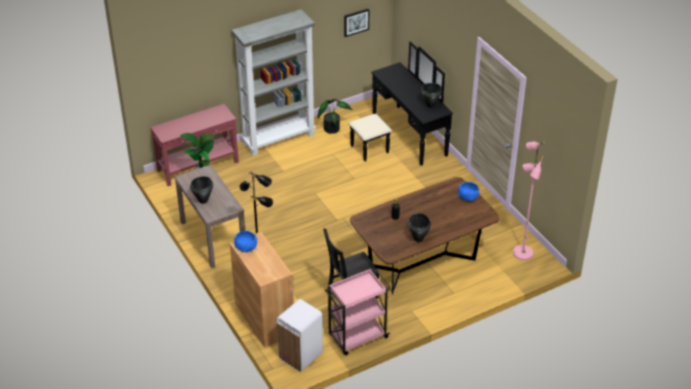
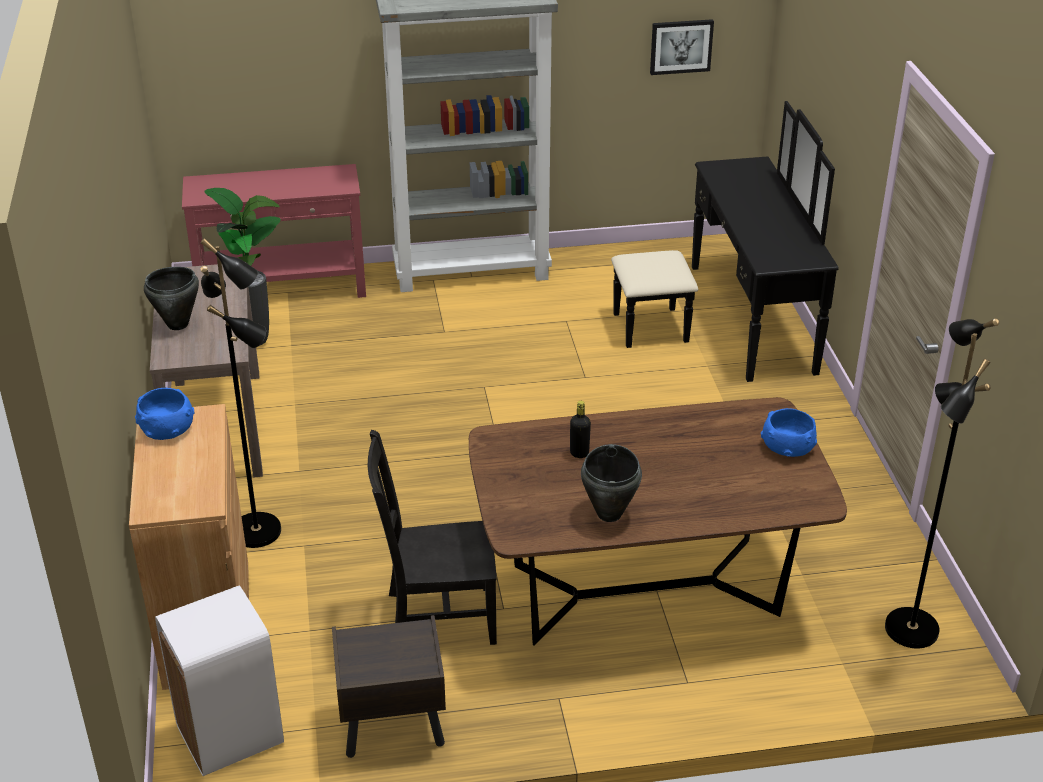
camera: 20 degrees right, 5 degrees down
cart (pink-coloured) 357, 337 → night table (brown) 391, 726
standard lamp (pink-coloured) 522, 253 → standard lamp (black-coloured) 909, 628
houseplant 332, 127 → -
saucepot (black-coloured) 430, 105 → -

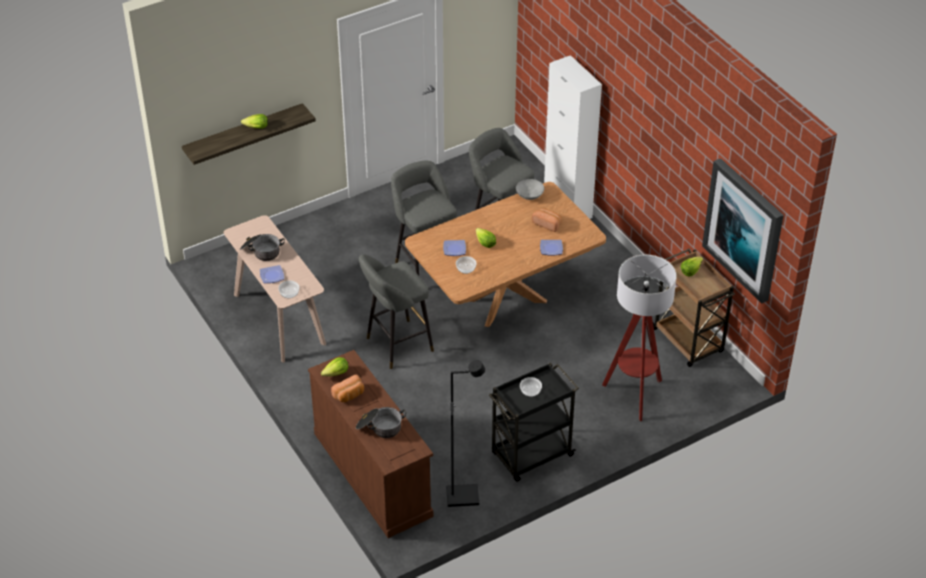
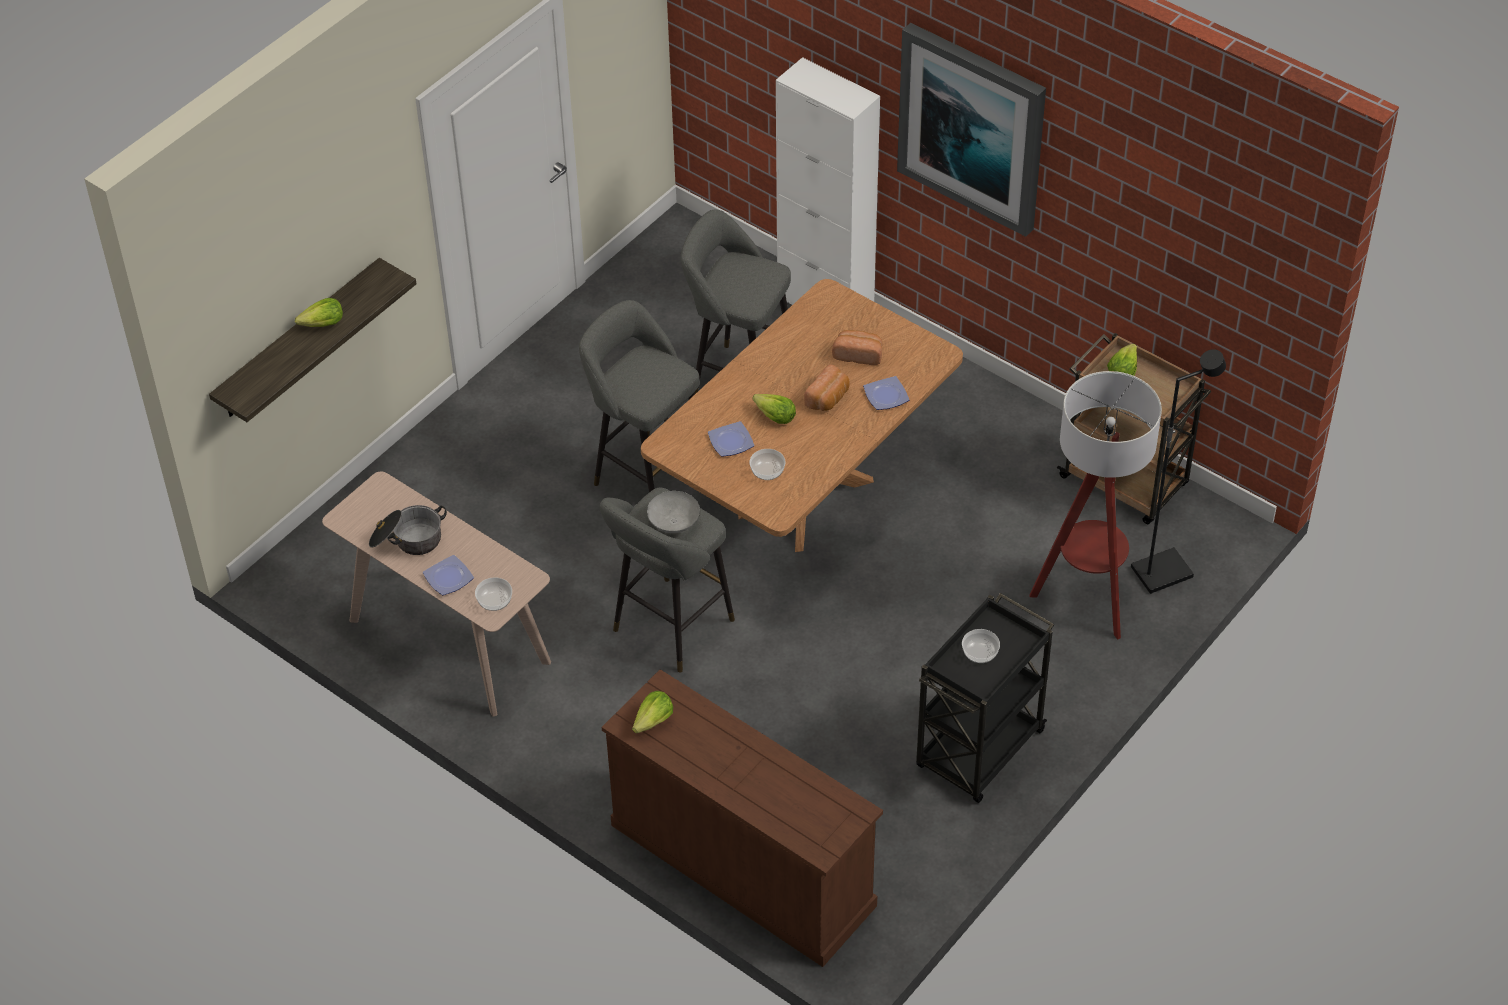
camera: 20 degrees left, 5 degrees up
bowl (gray) 529, 196 → bowl (gray) 674, 524, move
bread 349, 395 → bread 828, 398, move
picture 744, 229 → picture 972, 127, move
standard lamp (black-coloured) 463, 496 → standard lamp (black-coloured) 1161, 571, move
saucepot 380, 427 → -

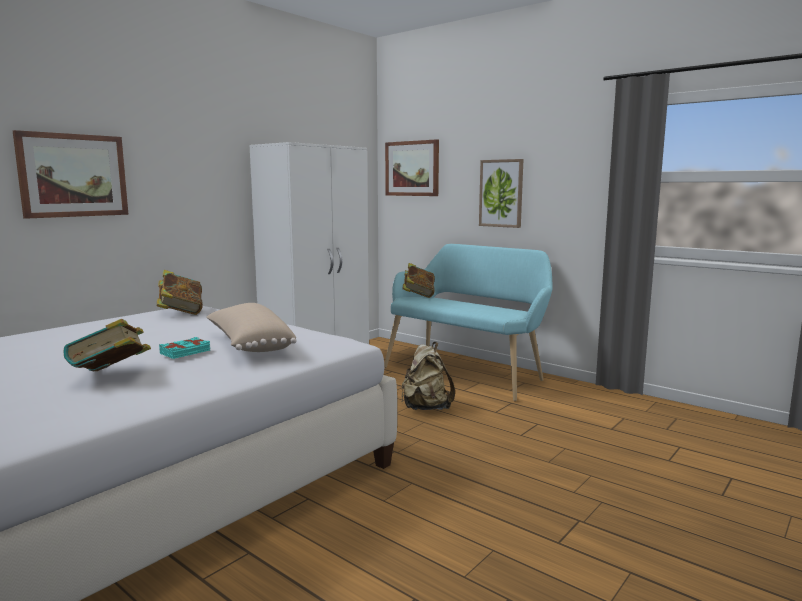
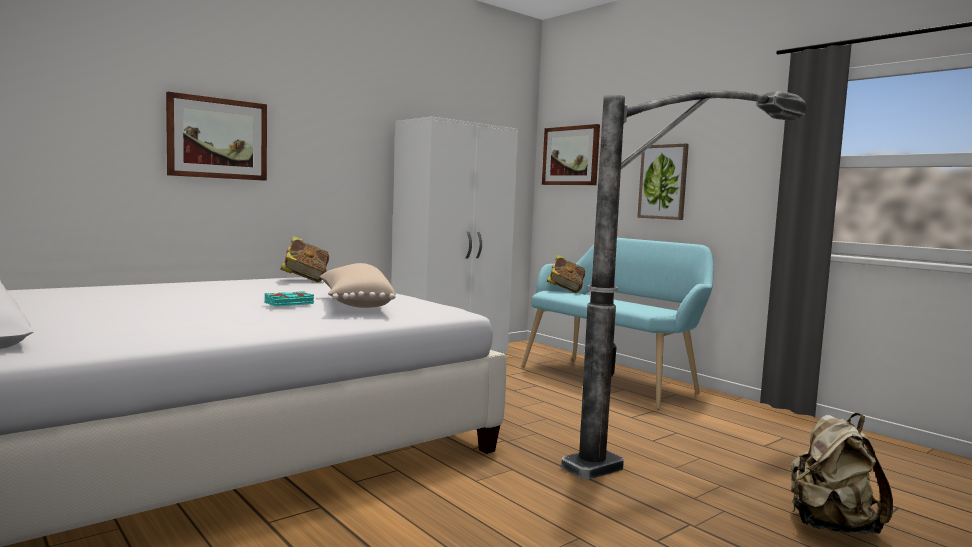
camera: 10 degrees right, 5 degrees down
- → standard lamp 683, 442
rucksack (beige) 426, 408 → rucksack (beige) 830, 526, move
book 111, 376 → -

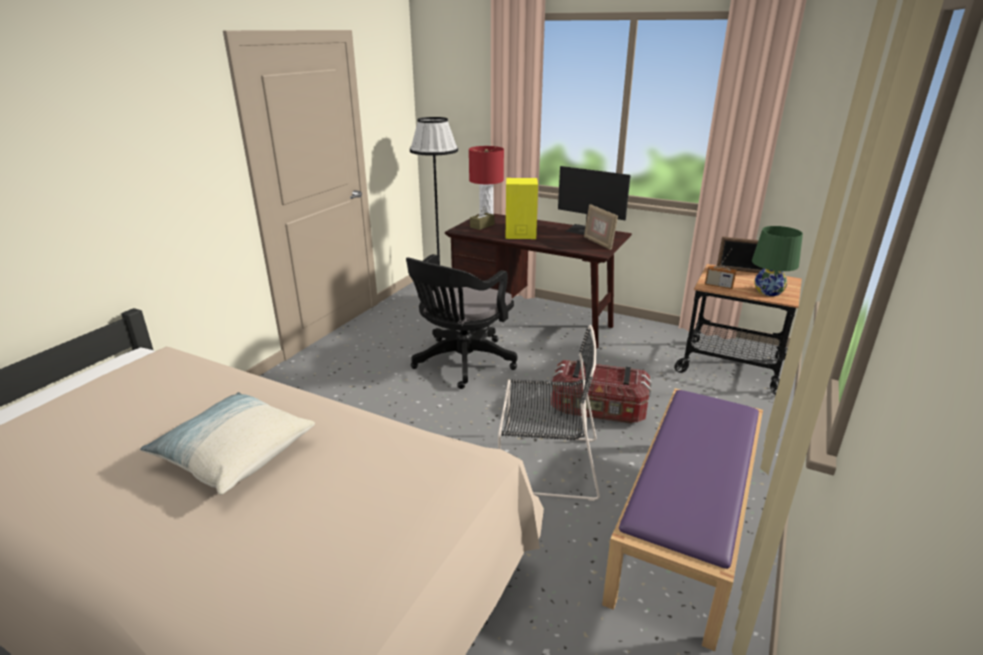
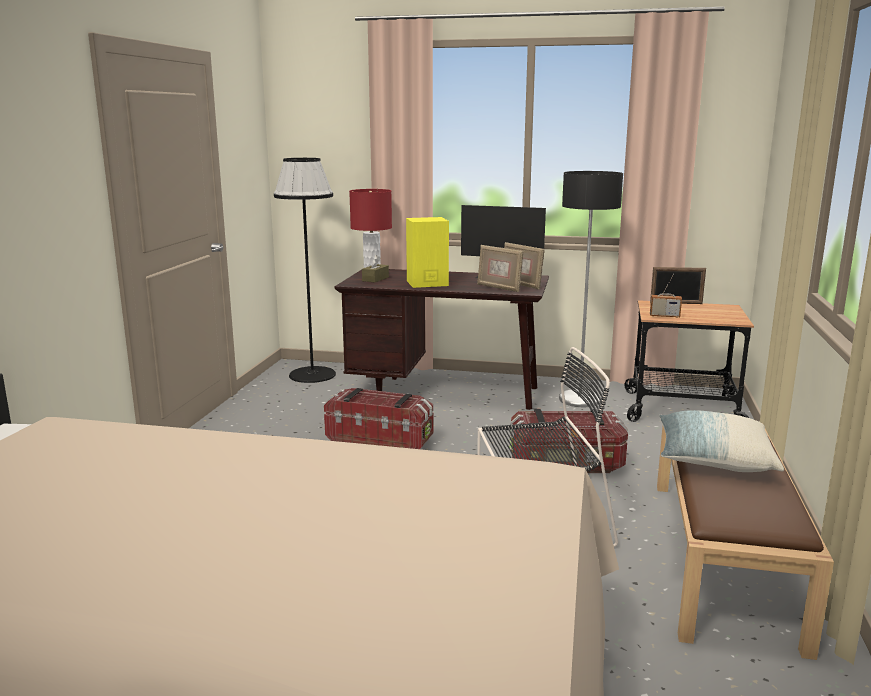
camera: 15 degrees left, 10 degrees down
office chair (black-coloured) 461, 363 → storage bin 380, 440
- → standing frame 499, 288
- → standard lamp 580, 399
indoor bench (purple) 686, 528 → indoor bench (brown) 723, 558
pillow 234, 455 → pillow 713, 460, move
lamp for a table (green) 768, 291 → -

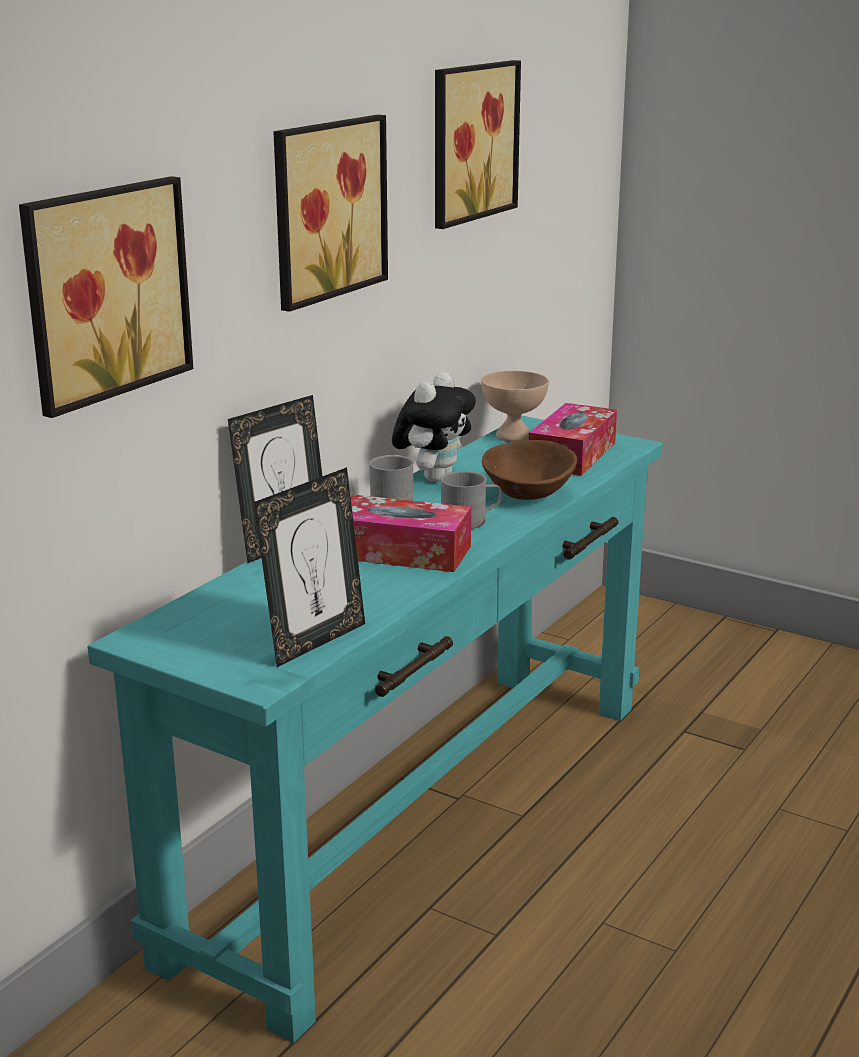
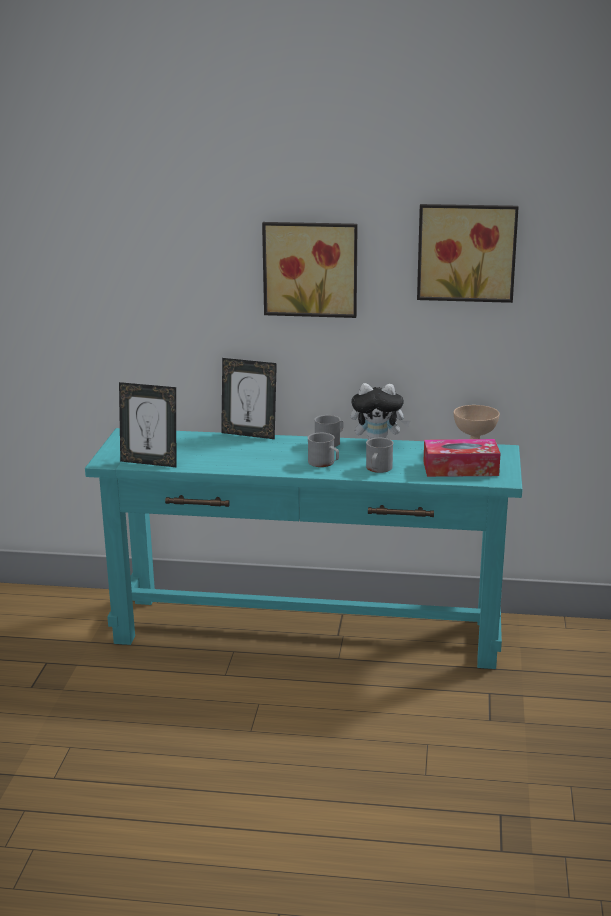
camera: 65 degrees right, 0 degrees up
bowl (brown) 528, 495 → mug (gray) 378, 469
picture 102, 291 → -
tissue box 402, 552 → -

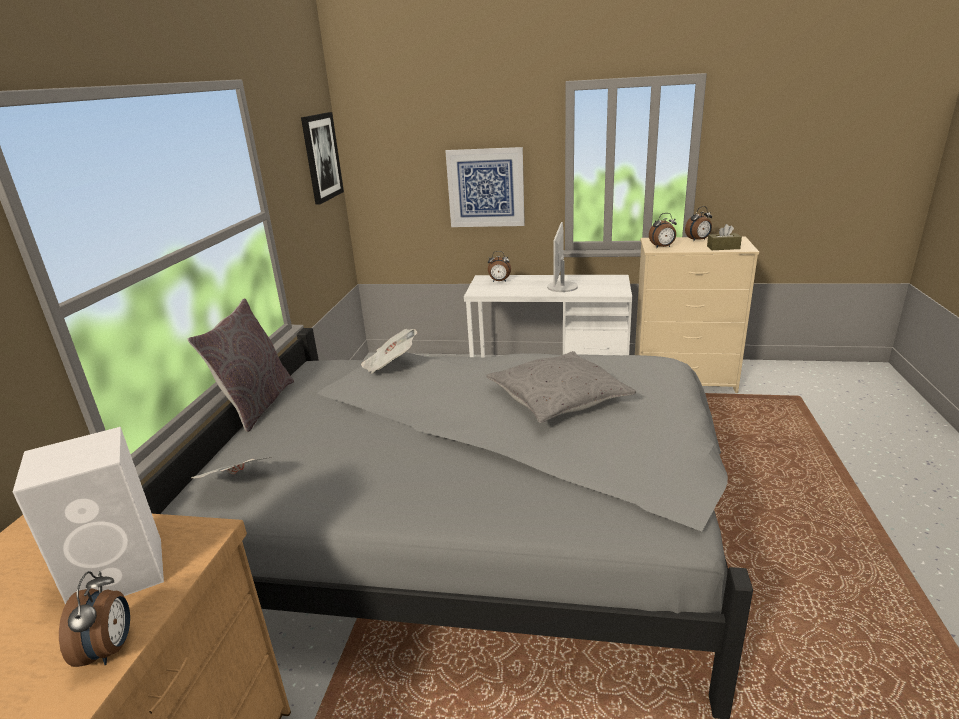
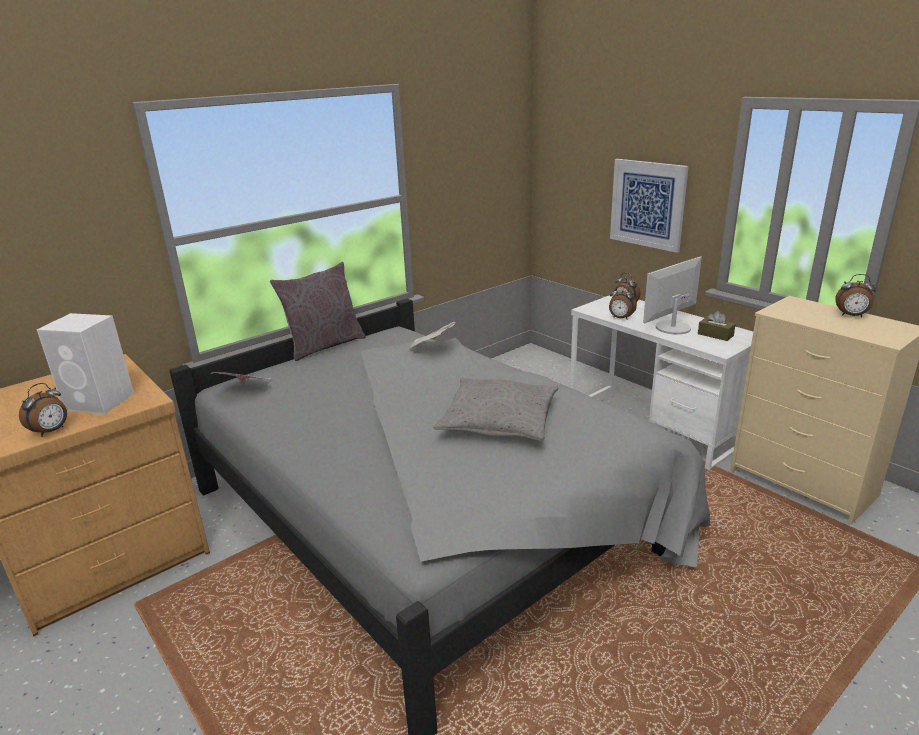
camera: 40 degrees right, 0 degrees up
alarm clock 662, 247 → alarm clock 620, 318, move
tissue box (brown) 723, 247 → tissue box (brown) 715, 335, move
picture 321, 157 → -

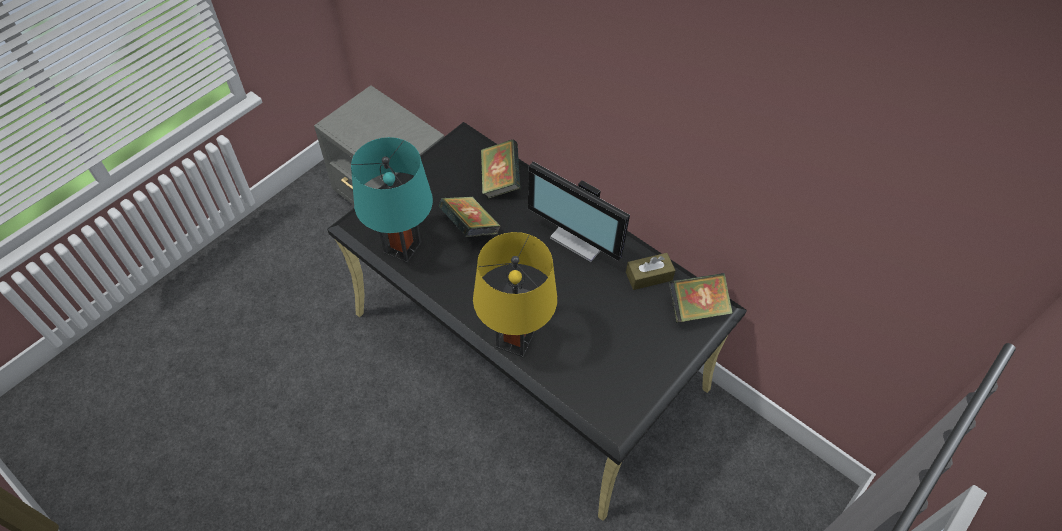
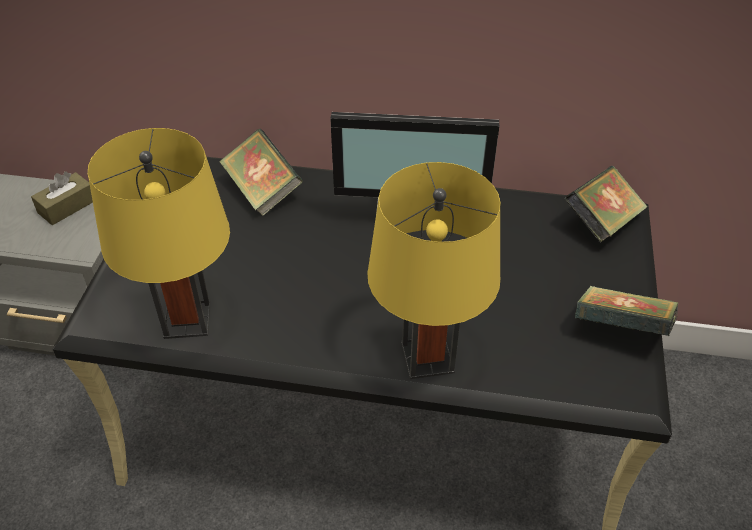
camera: 30 degrees left, 10 degrees down
tissue box (brown) 649, 276 → tissue box (brown) 67, 206, move
lamp for a table (blue-green) 402, 247 → lamp for a table (yellow-coloured) 187, 320
book 470, 227 → book 620, 329, move

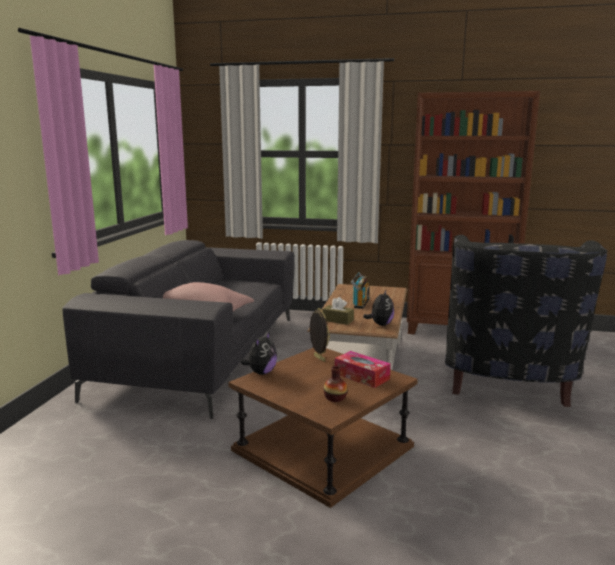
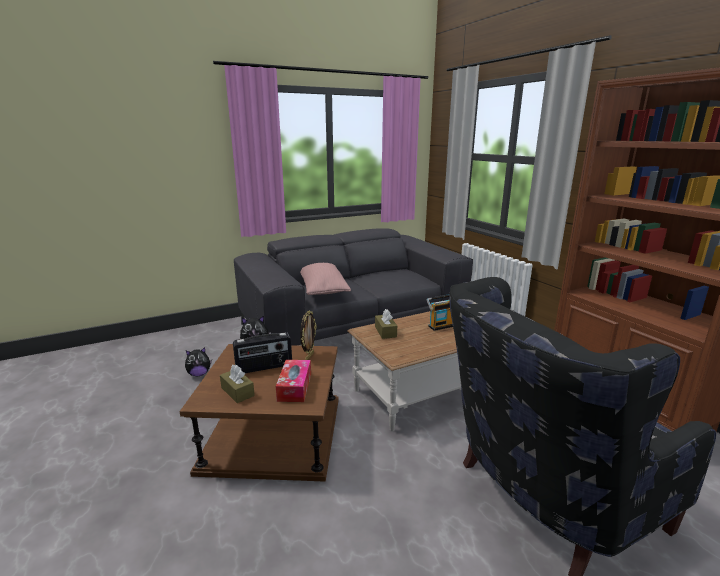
camera: 50 degrees right, 5 degrees up
soft toy 380, 324 → soft toy 199, 374, move
vase 335, 398 → tissue box (brown) 237, 392
- → radio set 264, 367

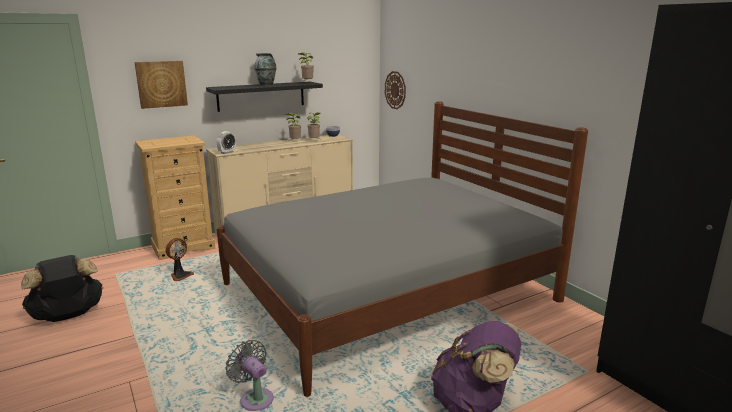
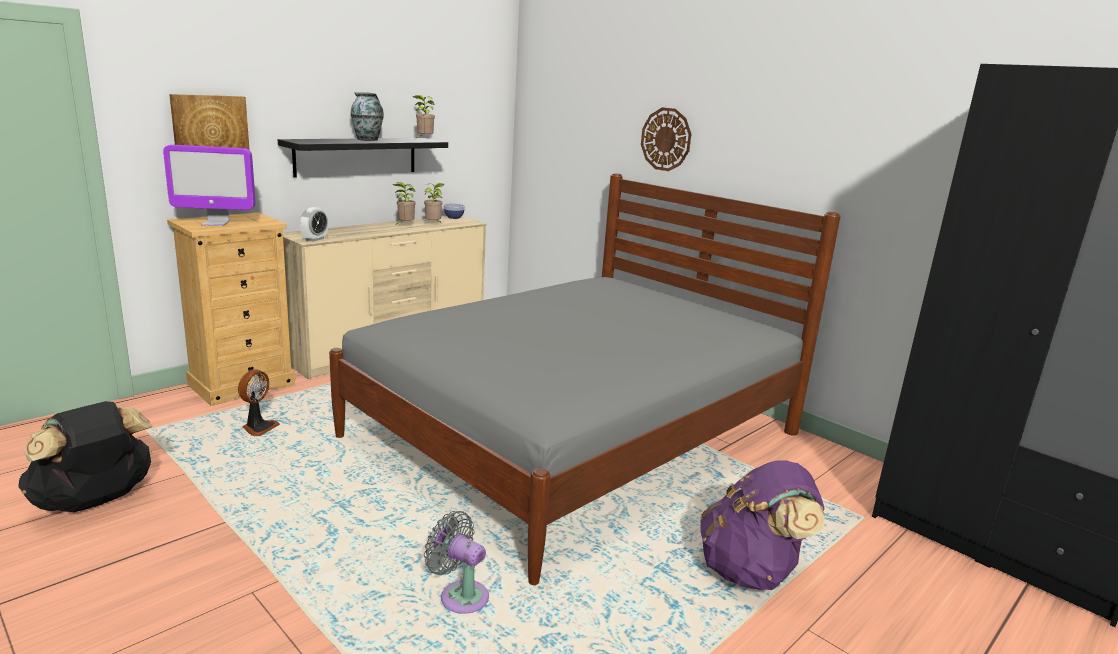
camera: 15 degrees left, 0 degrees up
- → computer display 215, 223
hanging clock 395, 90 → hanging clock 666, 139, move

